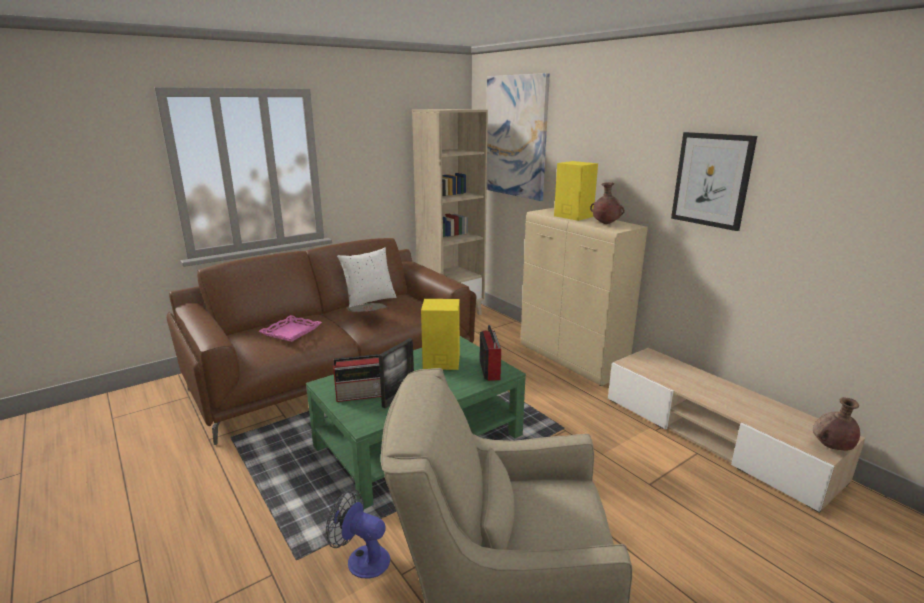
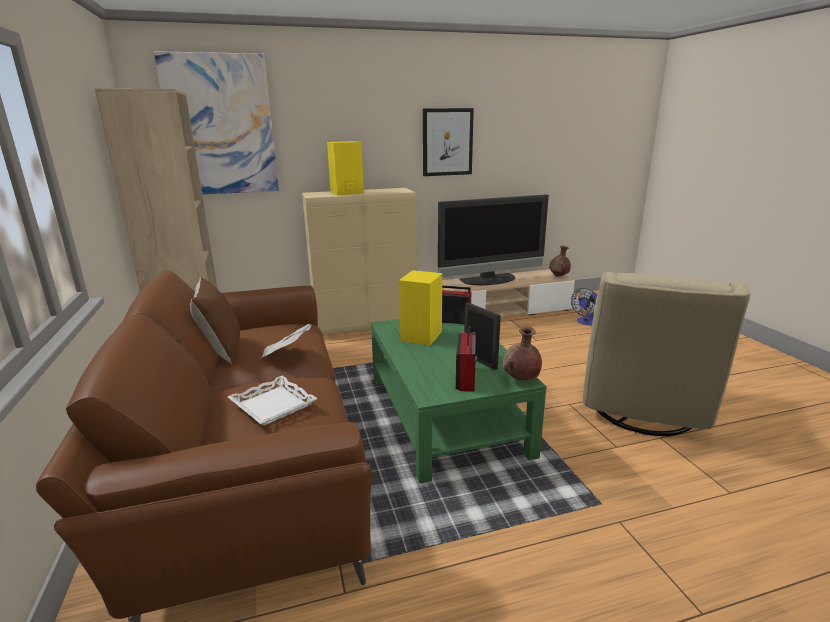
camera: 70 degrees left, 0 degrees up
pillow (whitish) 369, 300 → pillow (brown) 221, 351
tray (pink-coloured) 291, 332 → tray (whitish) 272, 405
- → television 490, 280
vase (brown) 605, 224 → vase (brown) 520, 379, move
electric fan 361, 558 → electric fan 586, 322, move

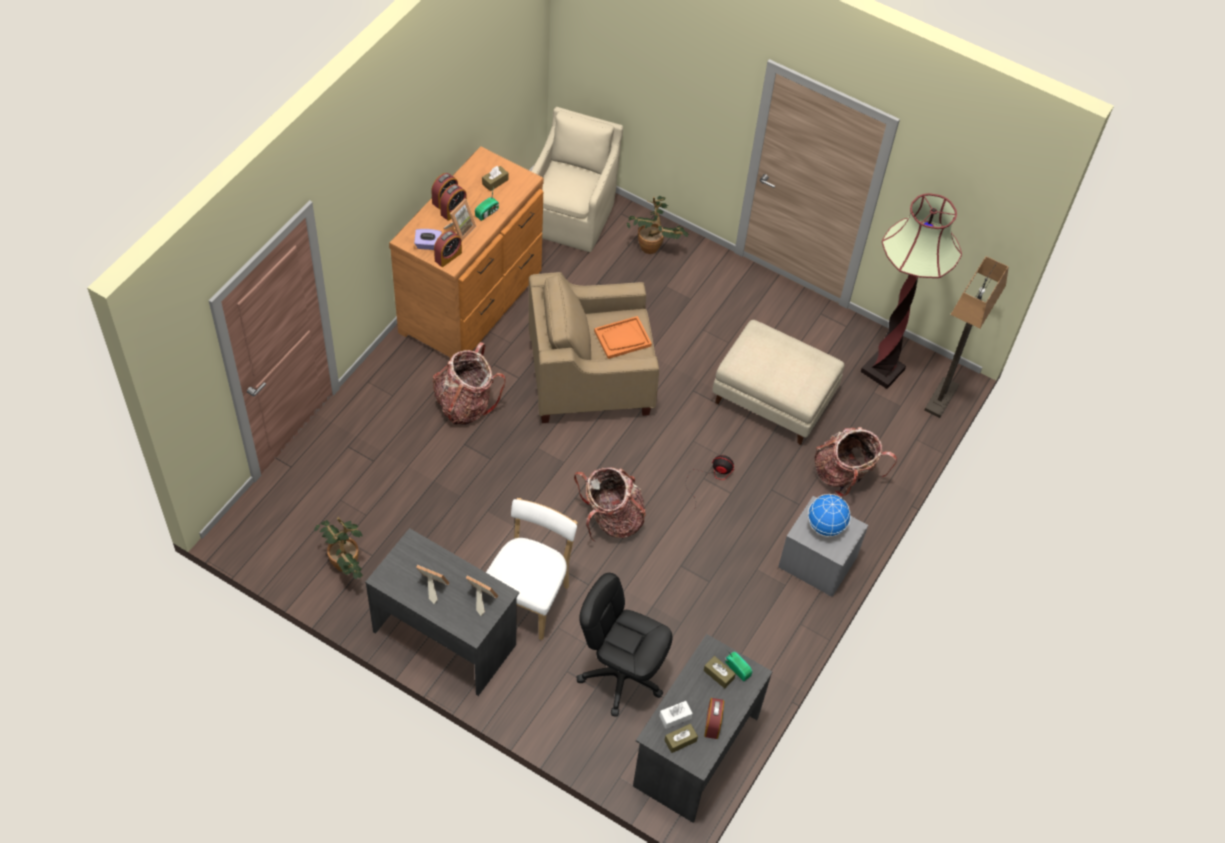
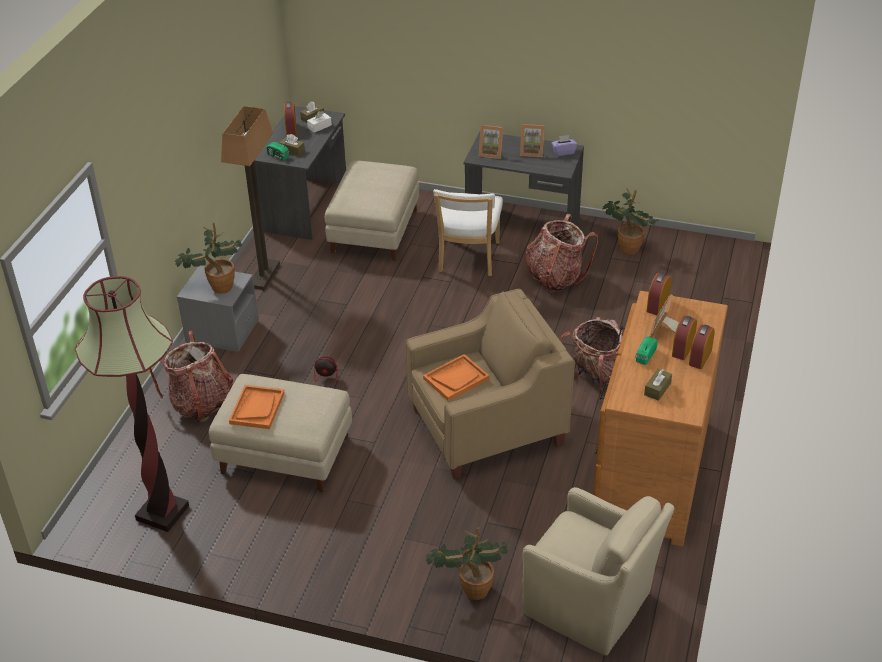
camera: 170 degrees right, 15 degrees down
desk globe 825, 526 → houseplant 217, 287
standard lamp 941, 399 → standard lamp 264, 275, move
- → tray (orange-coloured) 257, 408
office chair (black-coloured) 621, 675 → footrest (beige) 375, 232
lounge chair (beige) 572, 216 → lounge chair (beige) 590, 606, 60 degrees counterclockwise
rucksack 611, 519 → rucksack 556, 277, move
tissue box (purple) 428, 245 → tissue box (purple) 563, 152, move

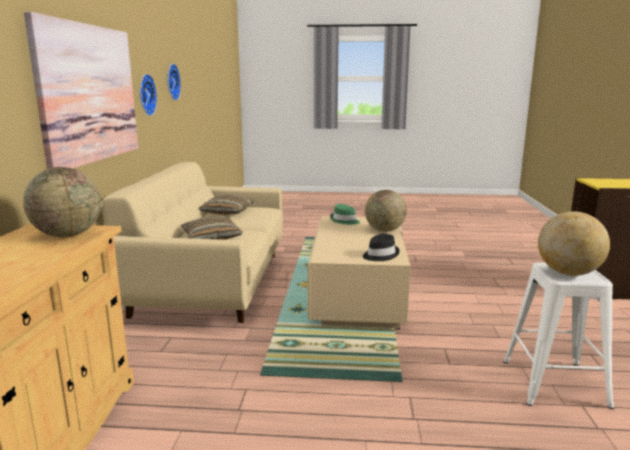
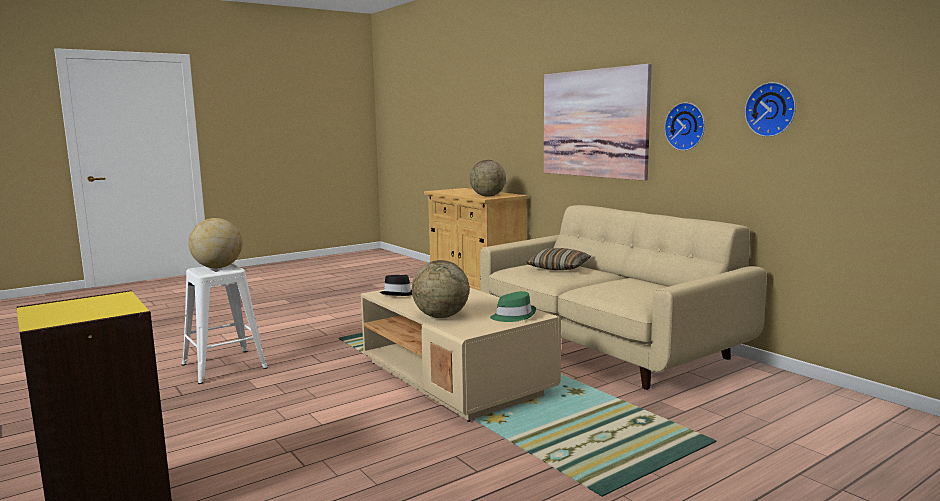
camera: 140 degrees right, 5 degrees down
pillow 227, 212 → -

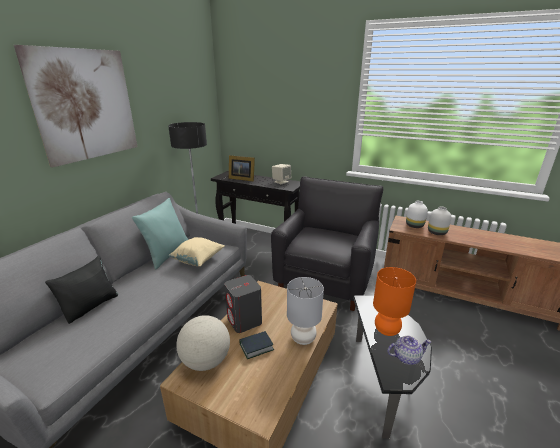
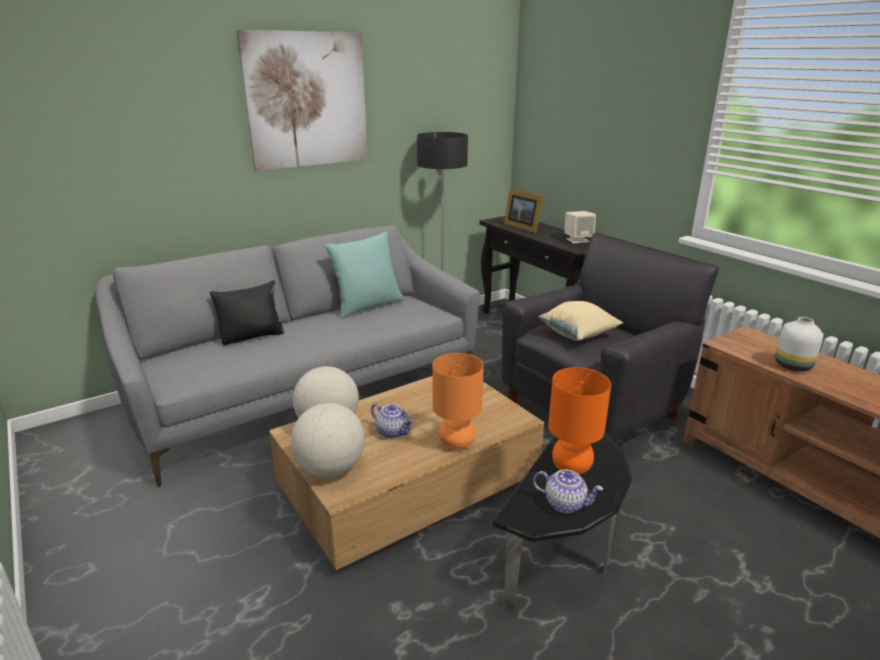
camera: 30 degrees right, 0 degrees up
- → desk globe 331, 468
book 256, 347 → pot for tea 393, 432
lamp for a table (gray) 303, 338 → lamp for a table (orange-coloured) 457, 443
pillow (beige) 198, 260 → pillow (beige) 578, 335, move
loudspeaker (gray) 244, 321 → -
vase (whitish) 414, 225 → -

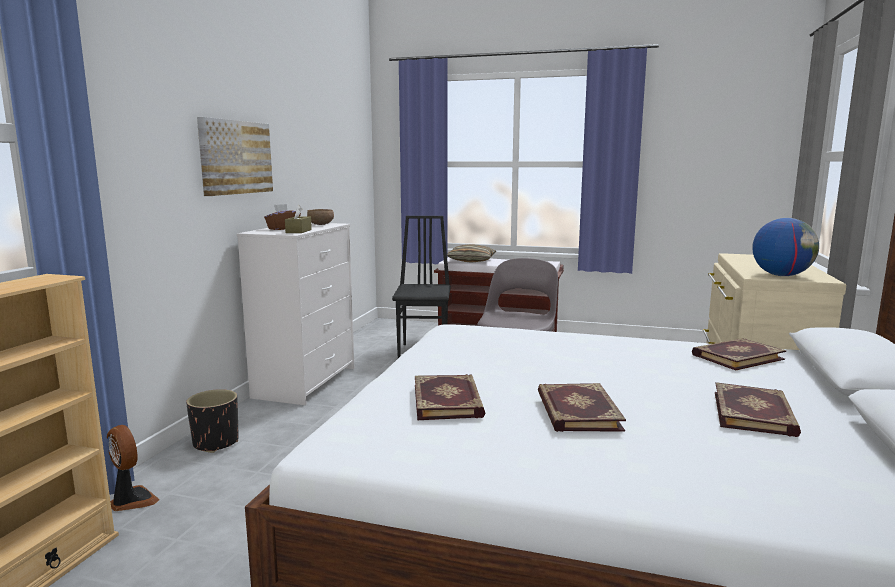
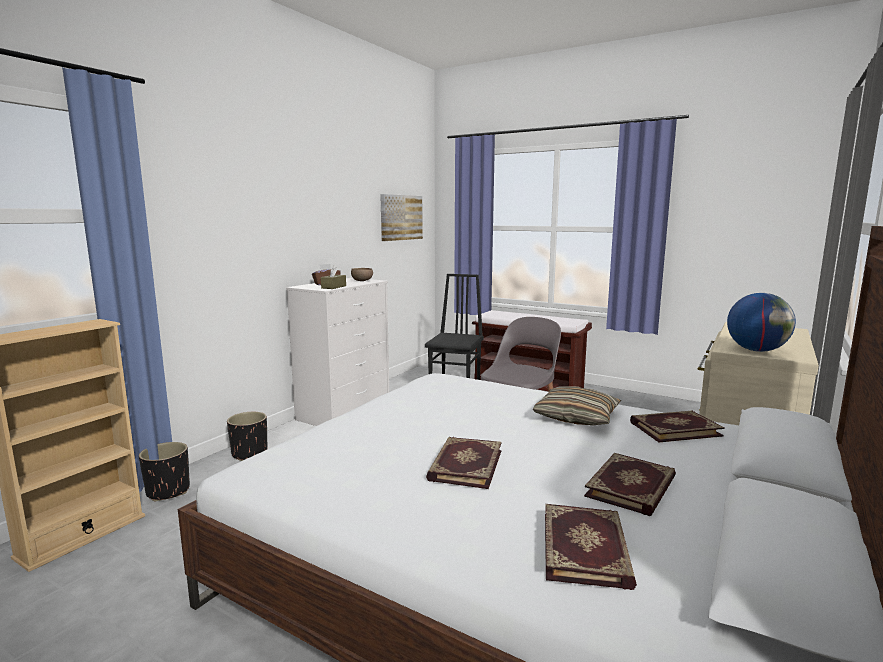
camera: 15 degrees right, 0 degrees up
electric fan 131, 501 → flower pot (black-coloured) 168, 491
picture 235, 157 → picture 400, 217, move
pillow 471, 261 → pillow 576, 417, move
book 449, 400 → book 587, 549, move

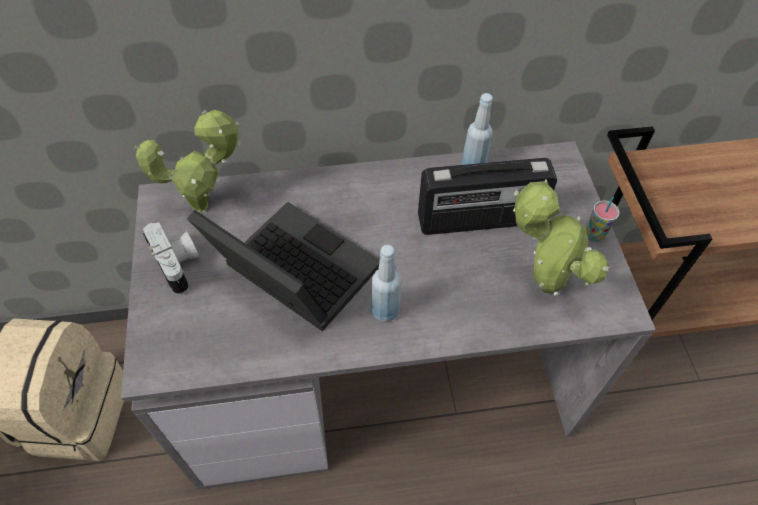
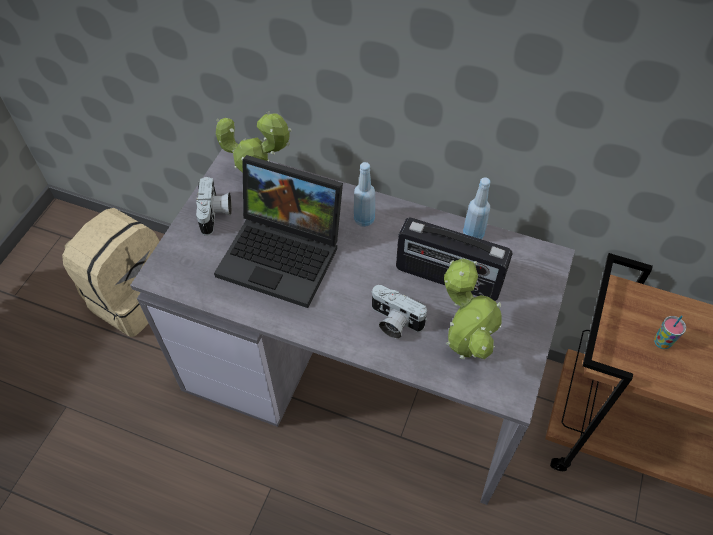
camera: 30 degrees right, 0 degrees up
portable computer 291, 273 → portable computer 285, 254, 135 degrees clockwise
drink bottle (blue) 385, 310 → drink bottle (blue) 364, 219, move
- → photo camera 393, 321
cup 594, 234 → cup 661, 342, move

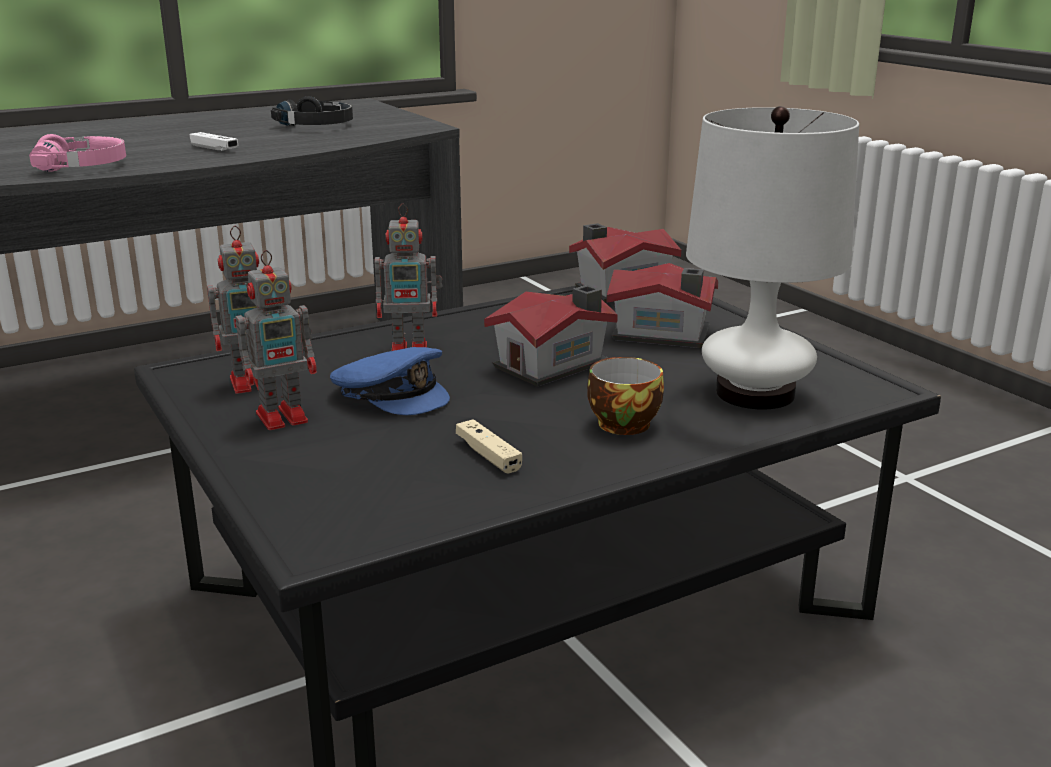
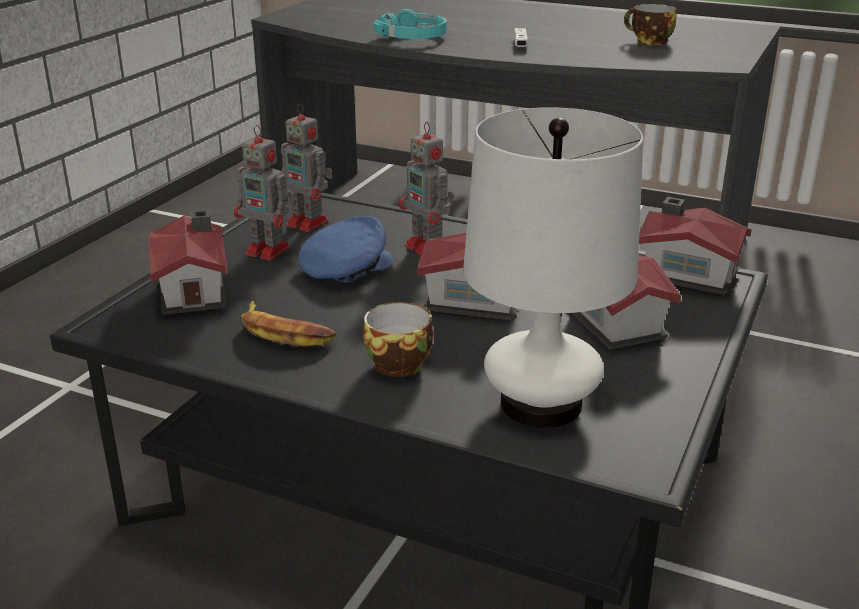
camera: 55 degrees right, 5 degrees up
- → miniature house 195, 290
joypad (beige) 488, 455 → banana fruit 285, 332
cap (blue) 393, 394 → cap (blue) 345, 268, 135 degrees counterclockwise
headphones (pink-coloured) 82, 166 → headphones (blue-green) 414, 37
headphones (black-coloured) 317, 125 → cup 649, 42

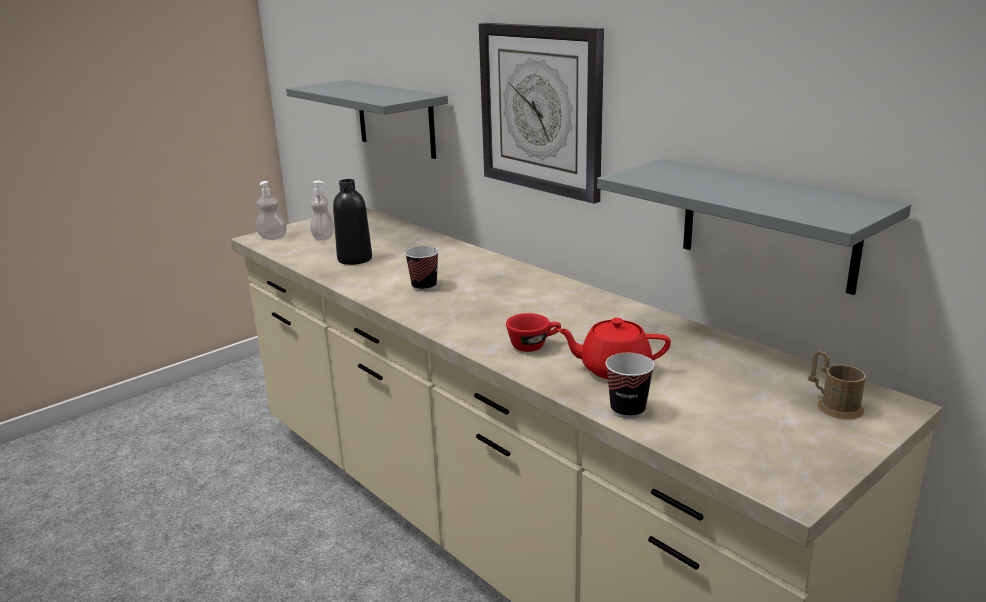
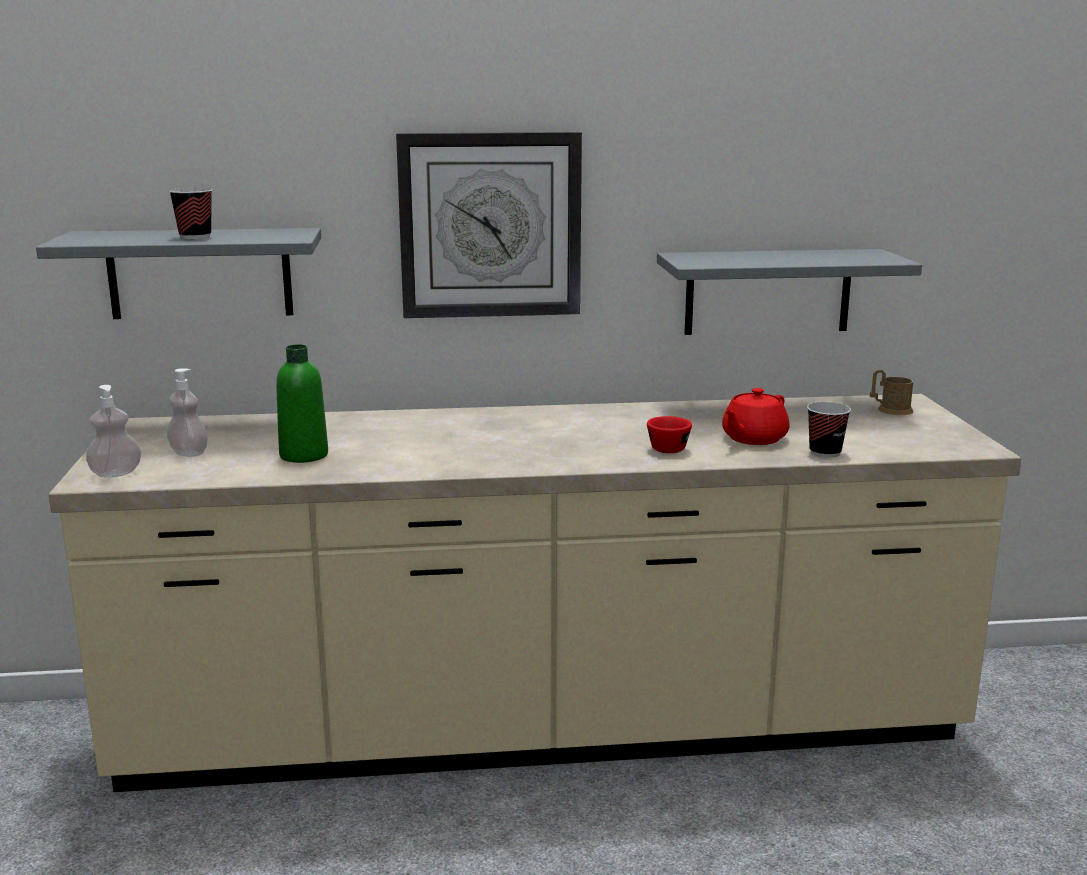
camera: 55 degrees left, 5 degrees down
cup 424, 286 → cup 195, 237, move
drink bottle (black-coloured) 355, 259 → drink bottle (green) 304, 455

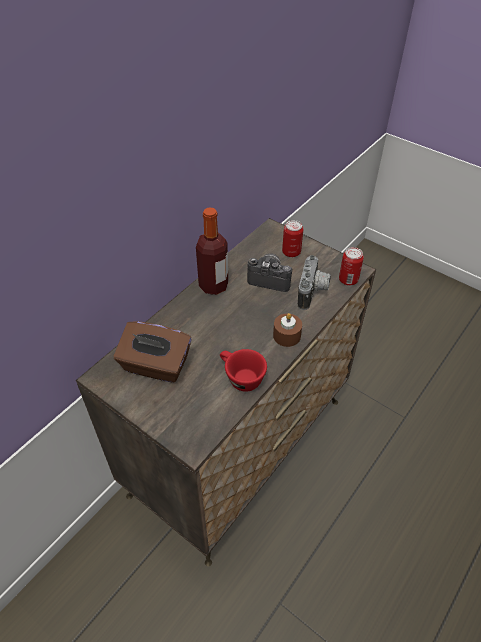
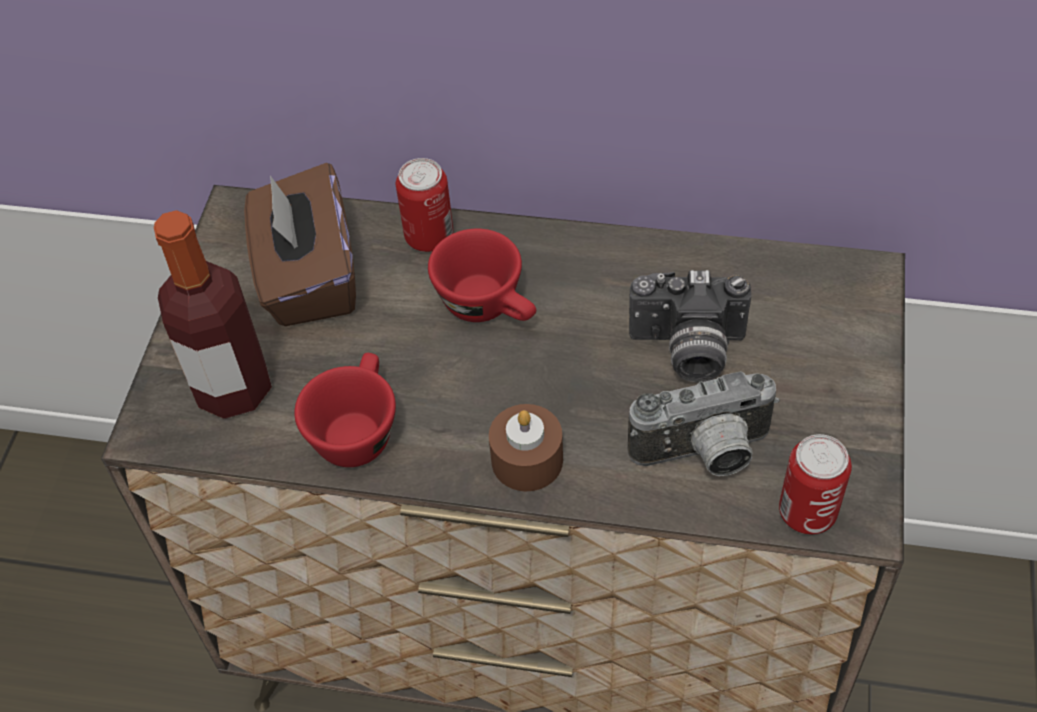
camera: 65 degrees right, 5 degrees up
drink bottle 213, 286 → drink bottle 233, 389, move
metal can 291, 252 → metal can 429, 237, move
- → cup (reddish) 489, 306
photo camera 270, 279 → photo camera 687, 350, 105 degrees clockwise

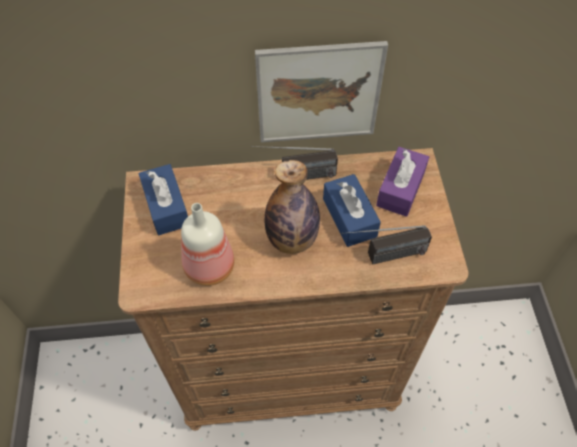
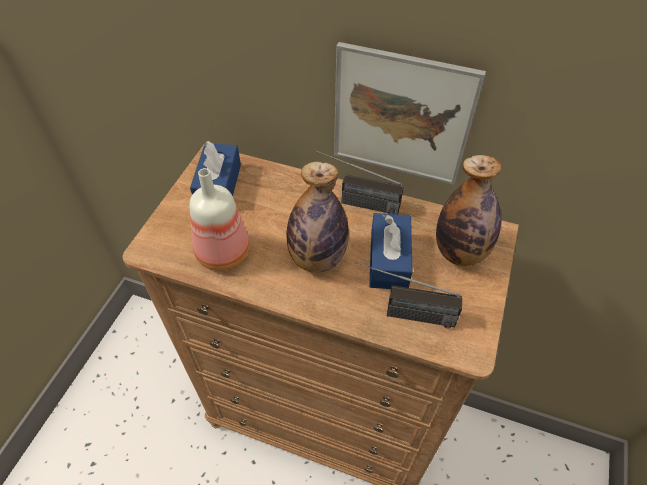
camera: 25 degrees right, 5 degrees down
tissue box (purple) 400, 189 → drink bottle 460, 252

